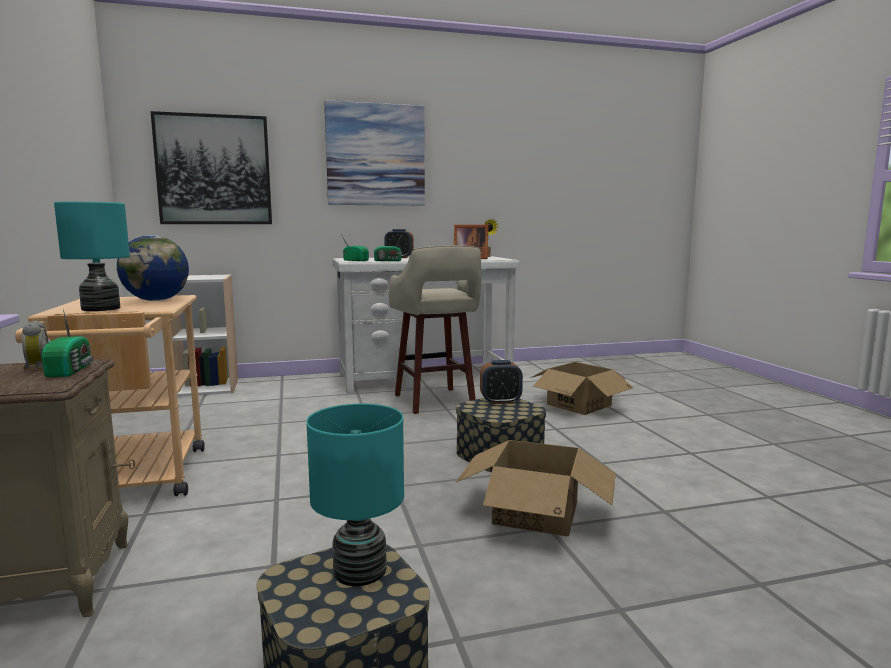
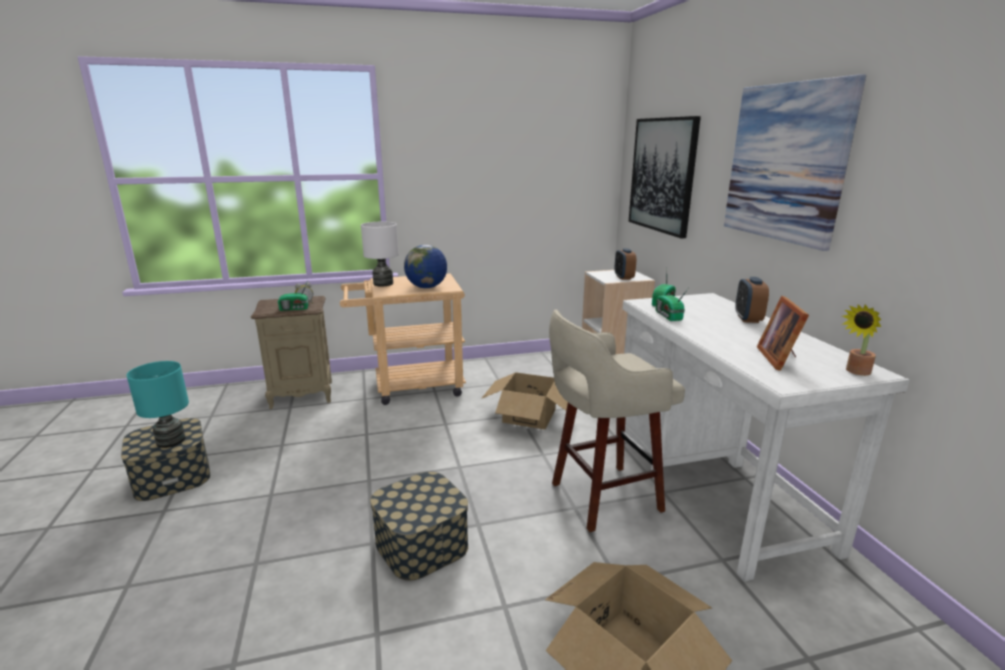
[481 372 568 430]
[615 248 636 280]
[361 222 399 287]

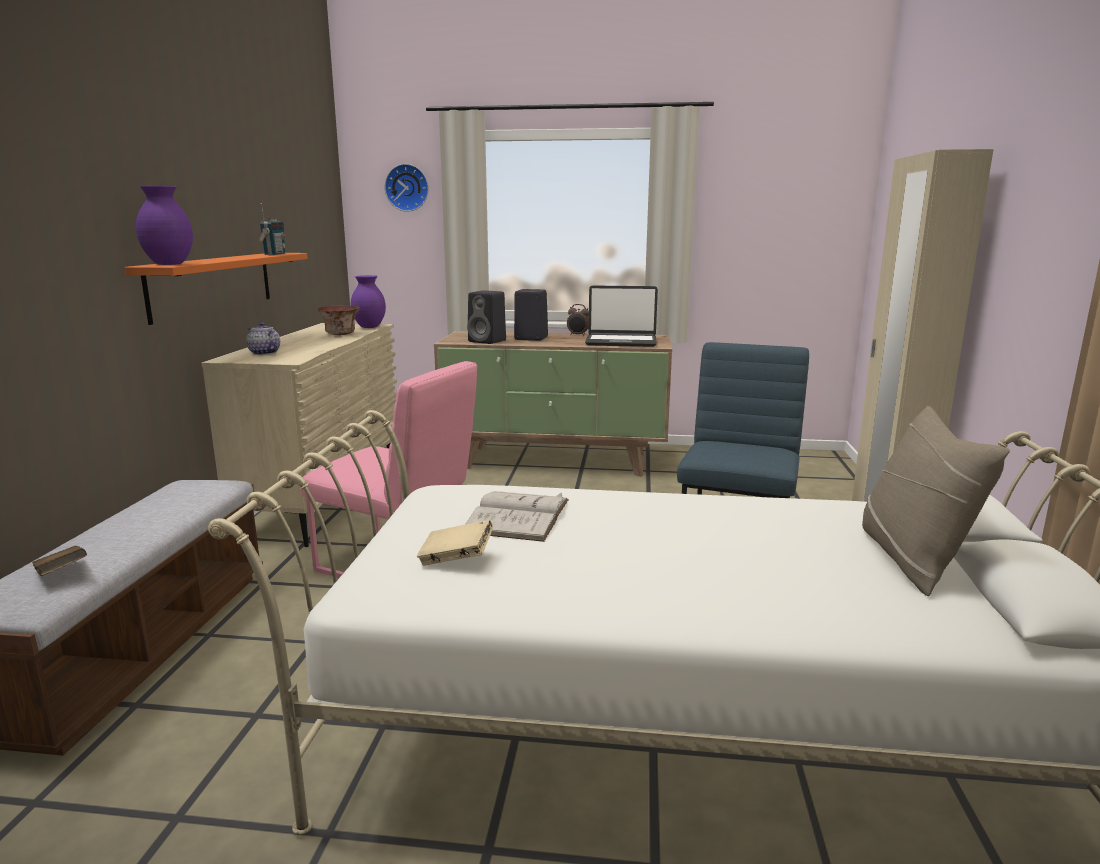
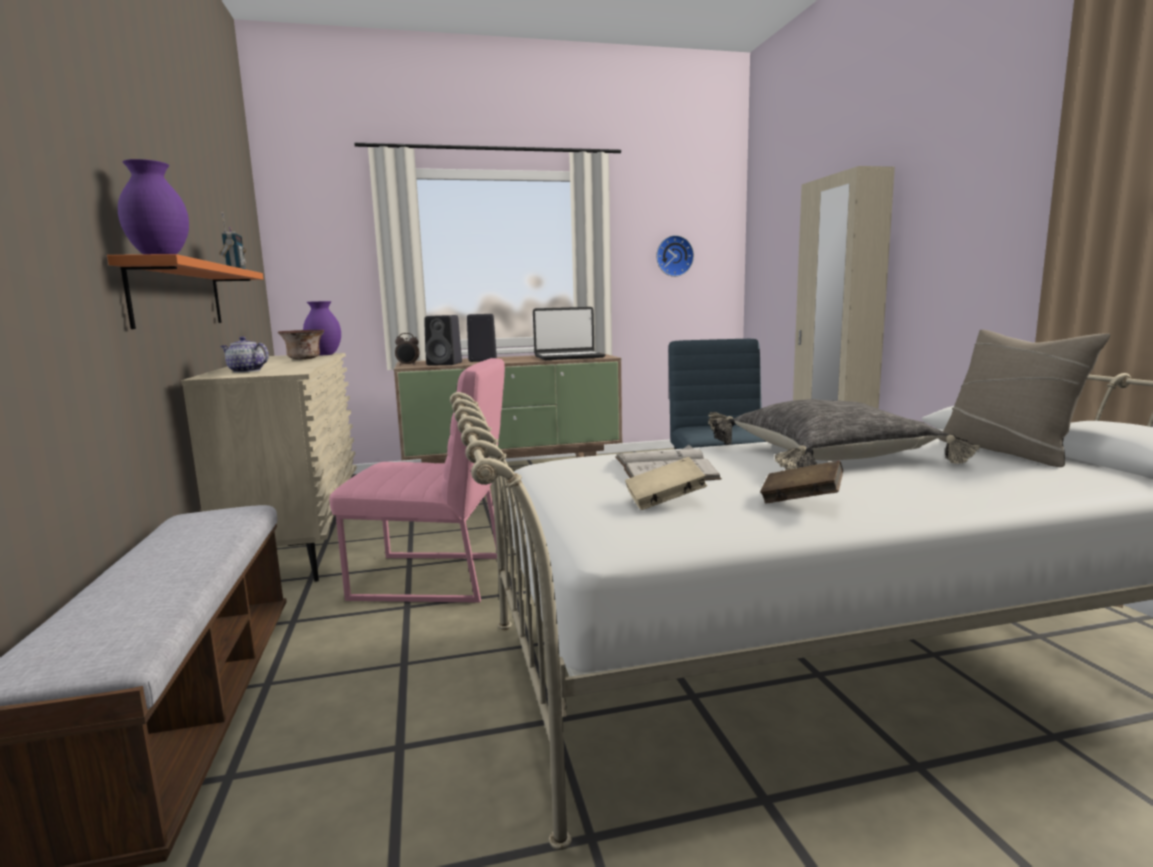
[708 399 980 470]
[760 460 843 504]
[656 235 694 277]
[395 333 420 366]

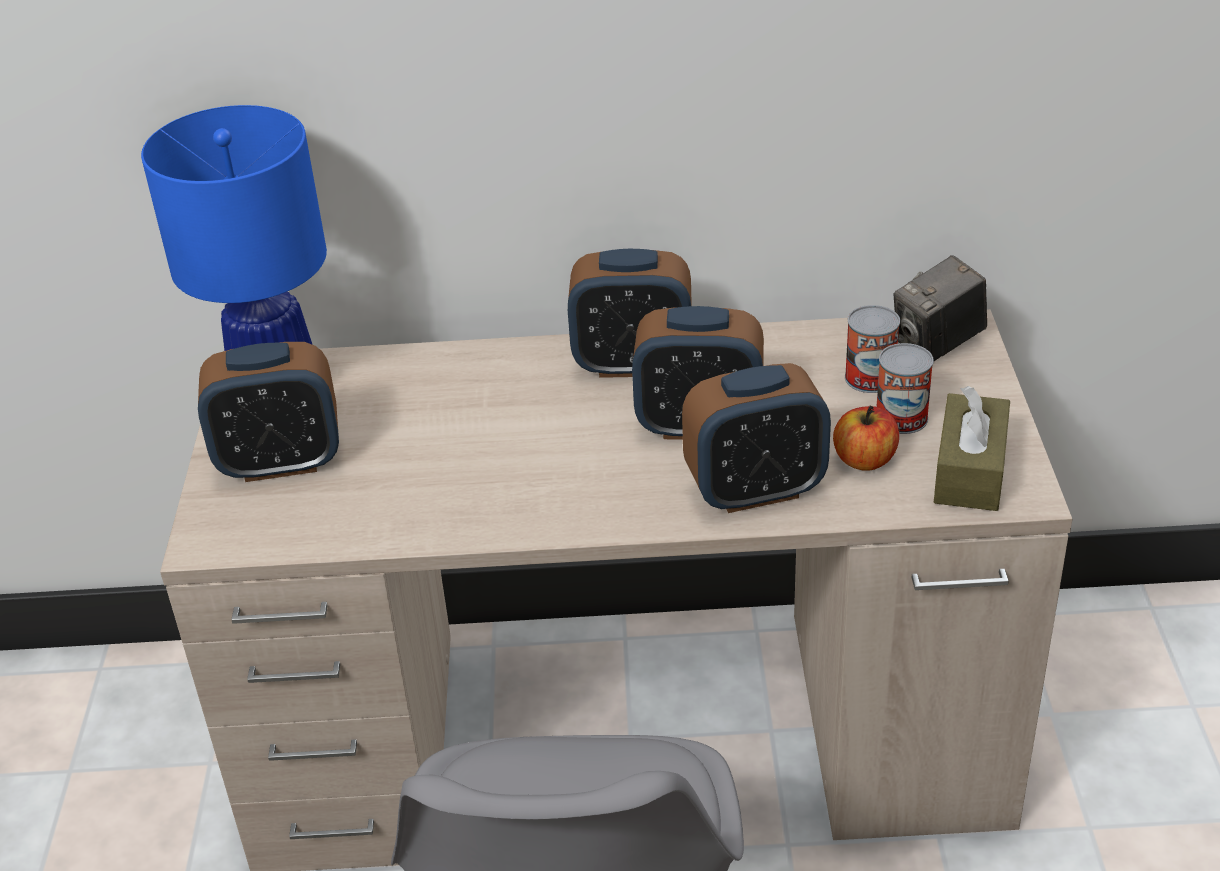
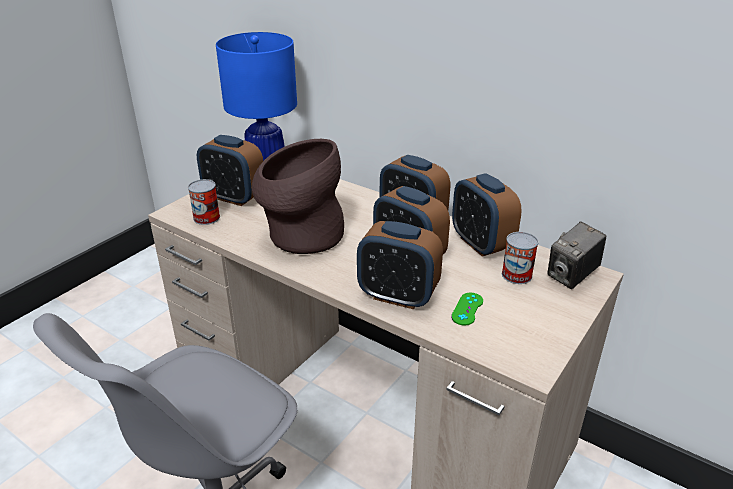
[934 386 1010 511] (first image)
[252 139 344 254]
[452 173 522 257]
[188 179 220 225]
[451 293 483 326]
[547 222 606 289]

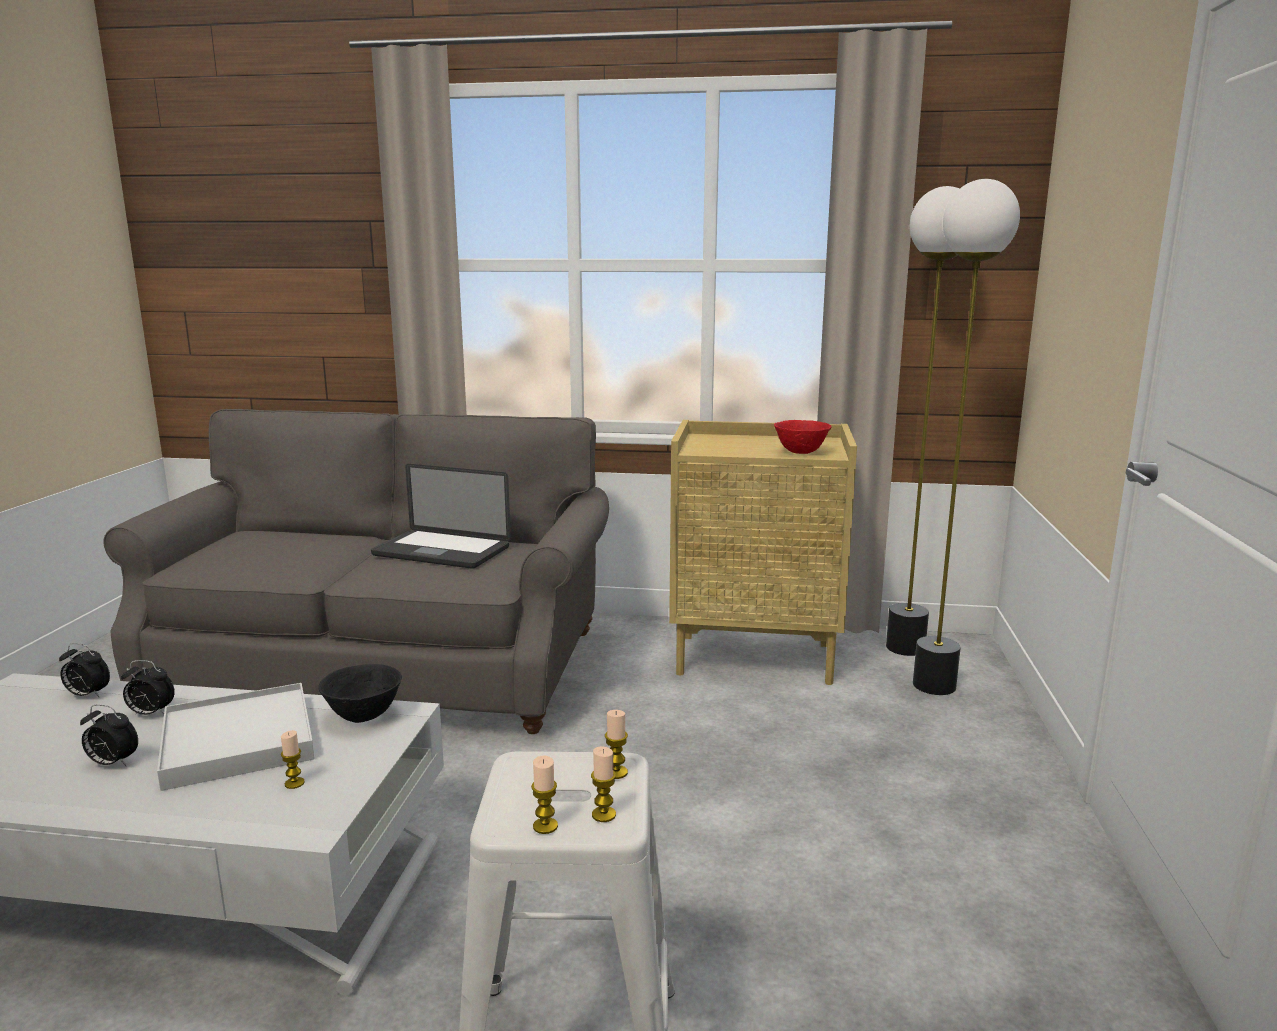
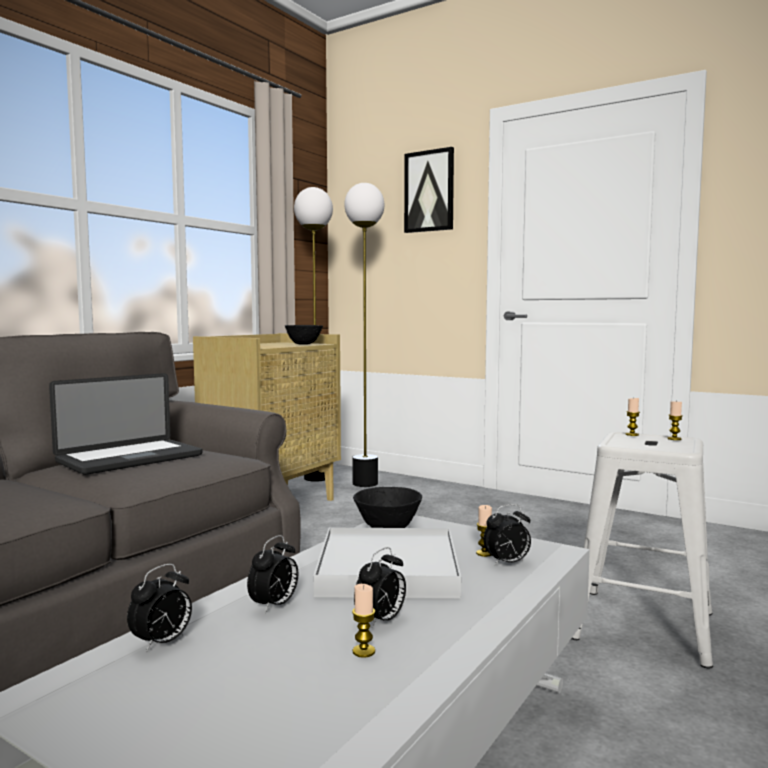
[404 147 454 233]
[483 504 531 565]
[352 584 375 658]
[285 325 323 345]

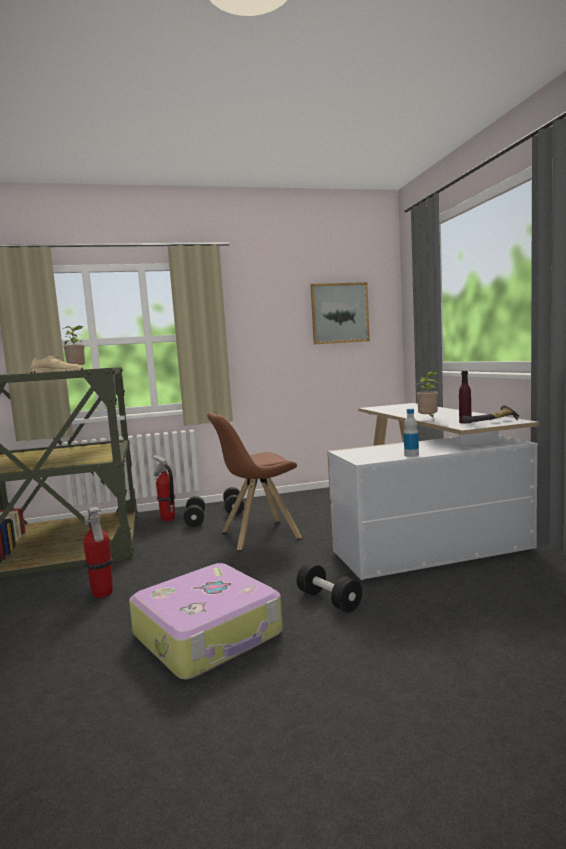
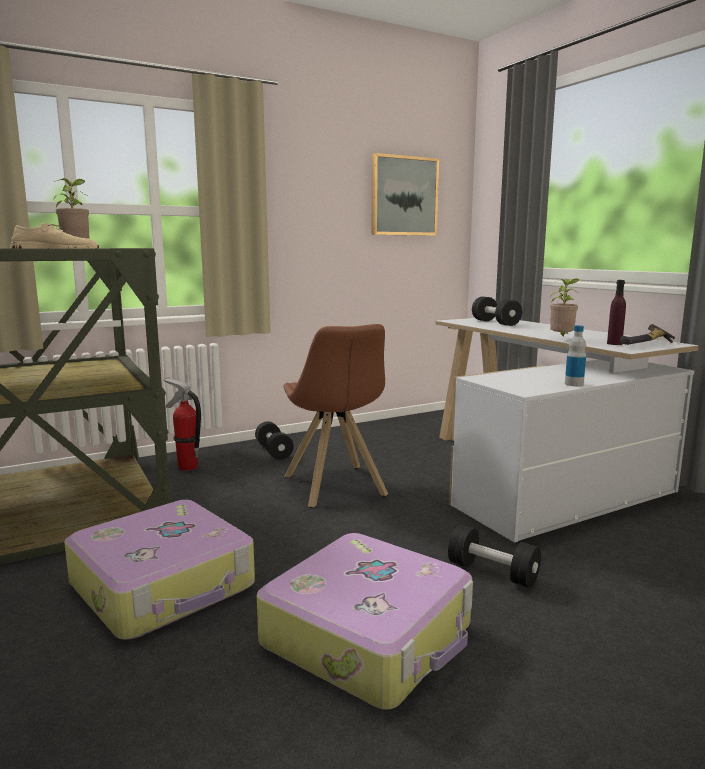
[472 297 522 326]
[64 500 255 640]
[283 324 388 508]

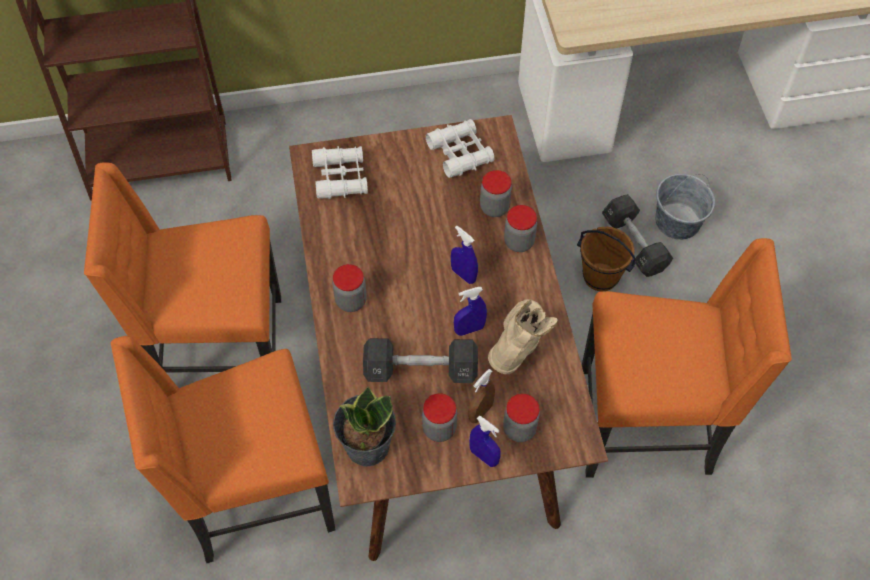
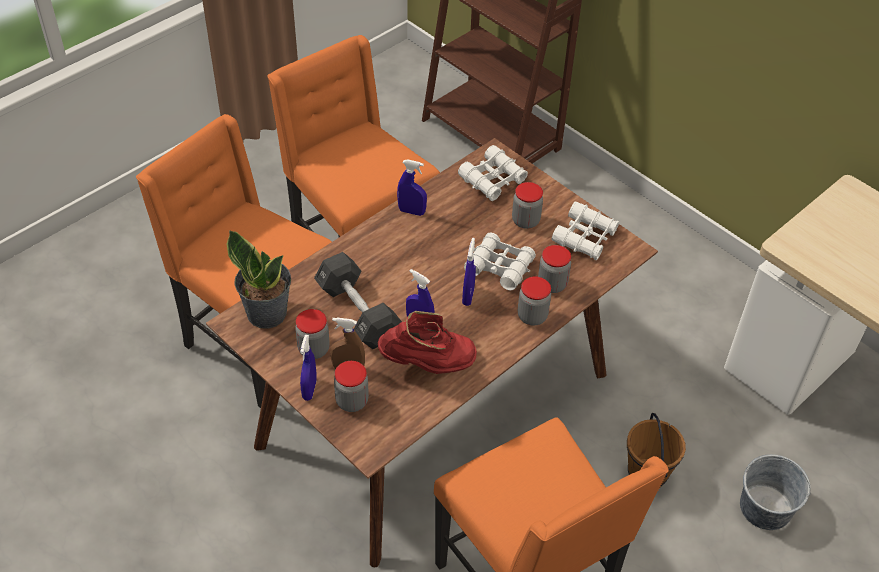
[602 194 673 277] (first image)
[397 159 427 216]
[464 232 536 290]
[512 182 543 229]
[378 311 477 374]

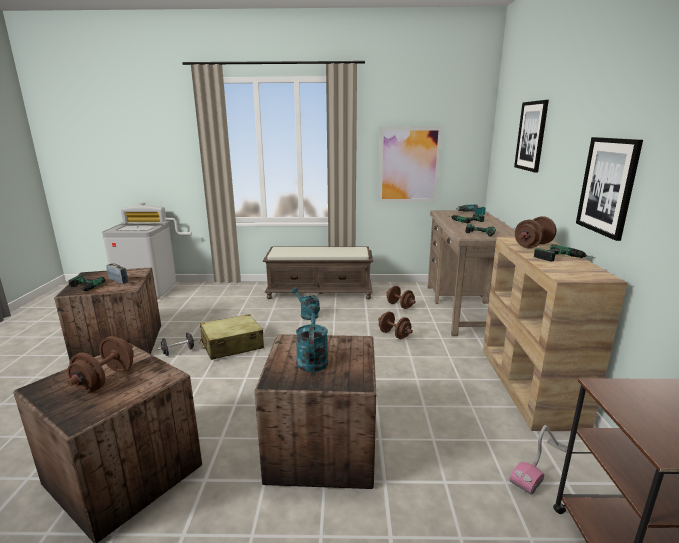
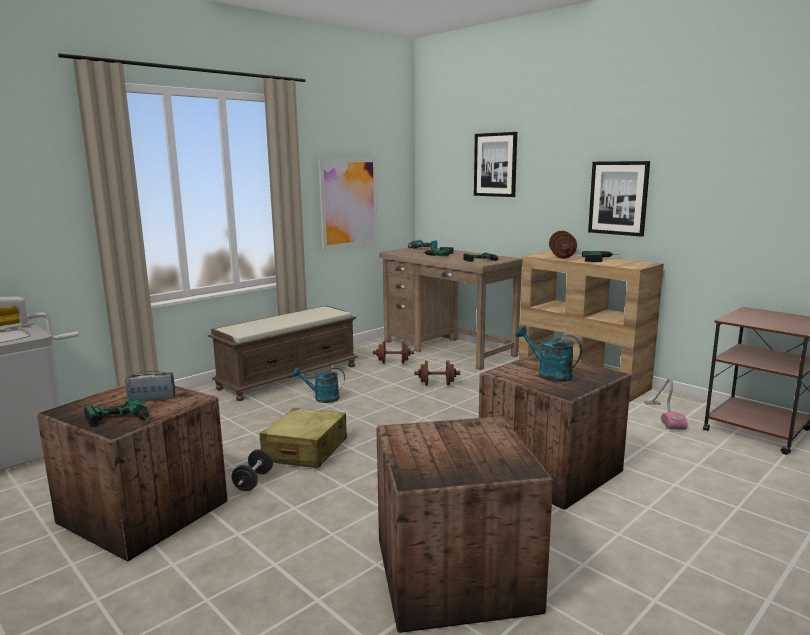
[67 336 134 391] (first image)

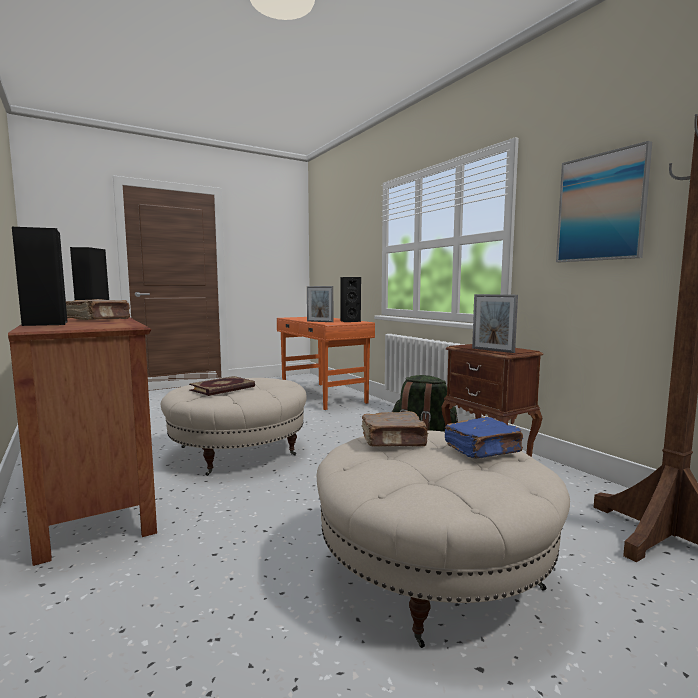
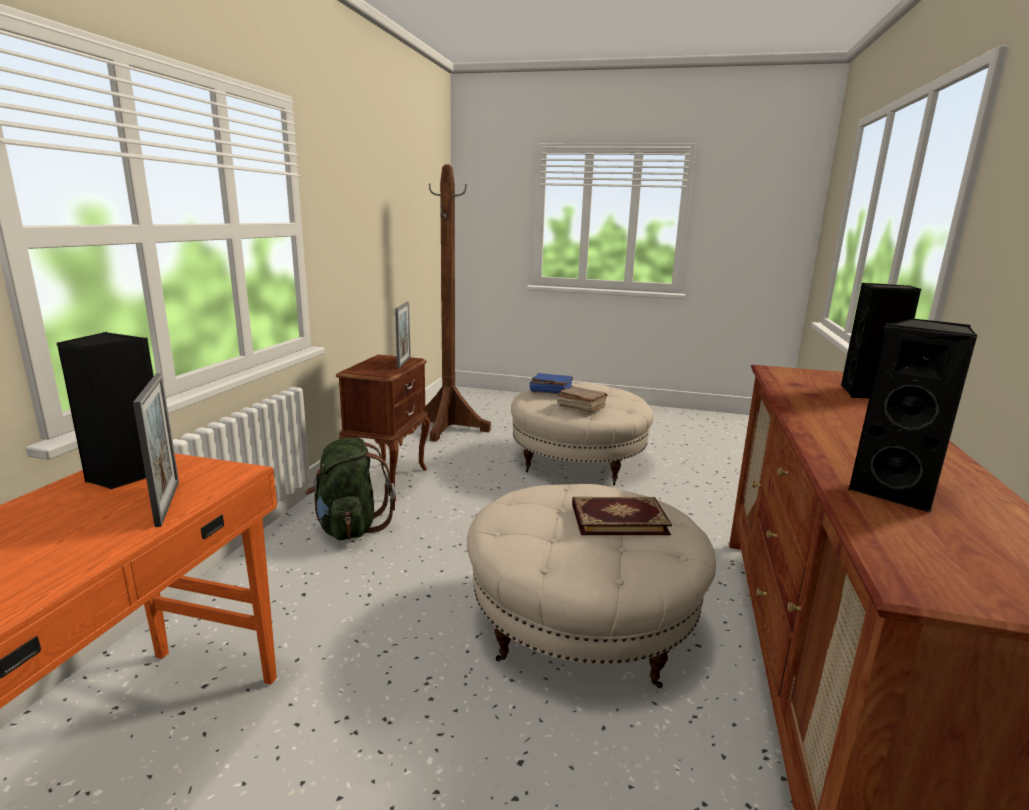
[66 299 130 320] (first image)
[556 141 652 262] (first image)

